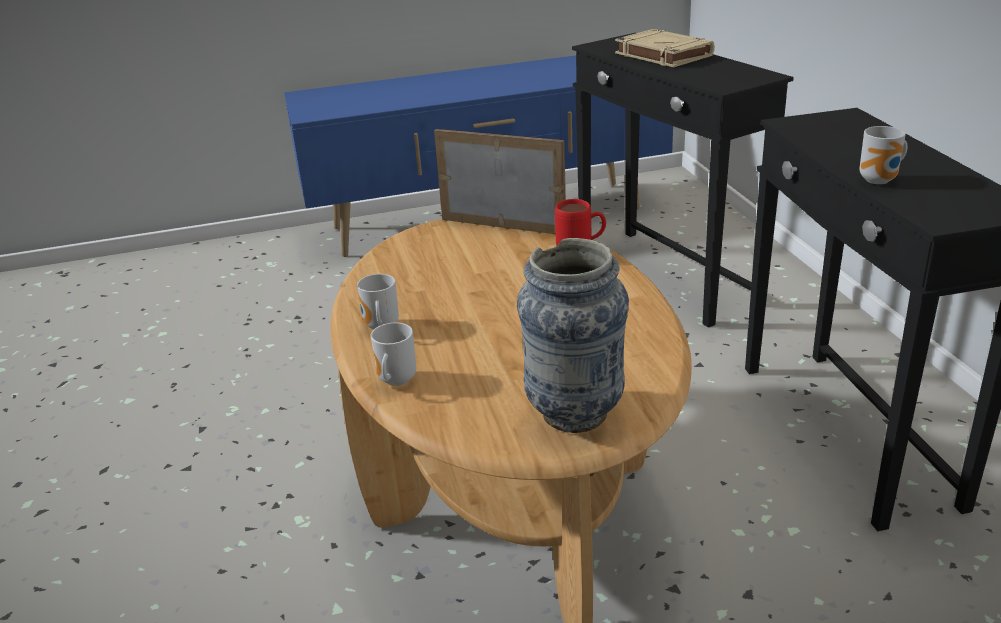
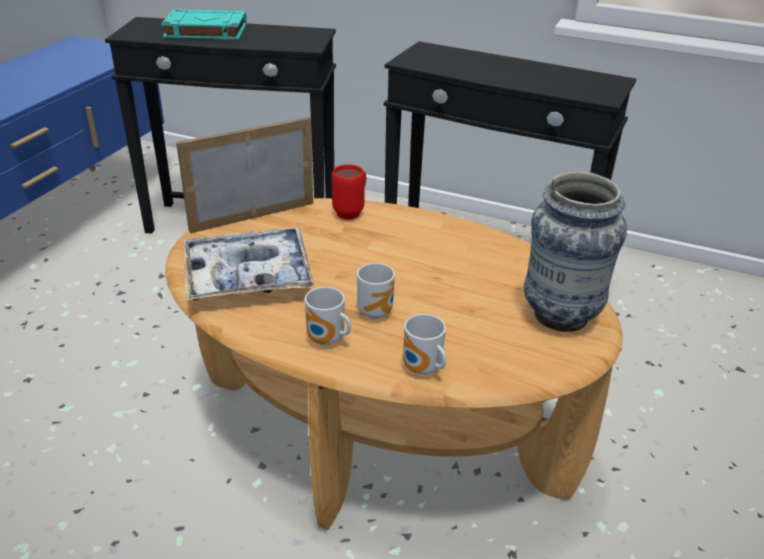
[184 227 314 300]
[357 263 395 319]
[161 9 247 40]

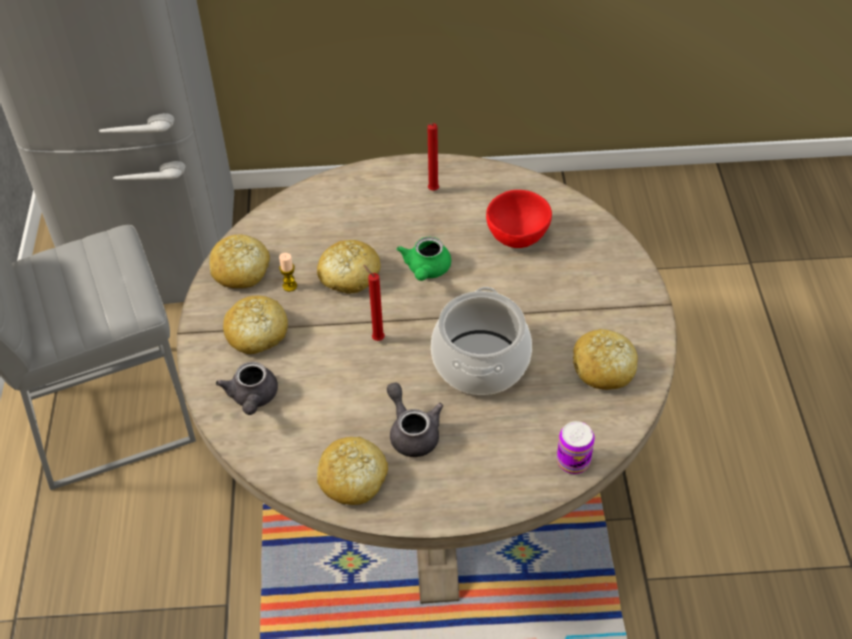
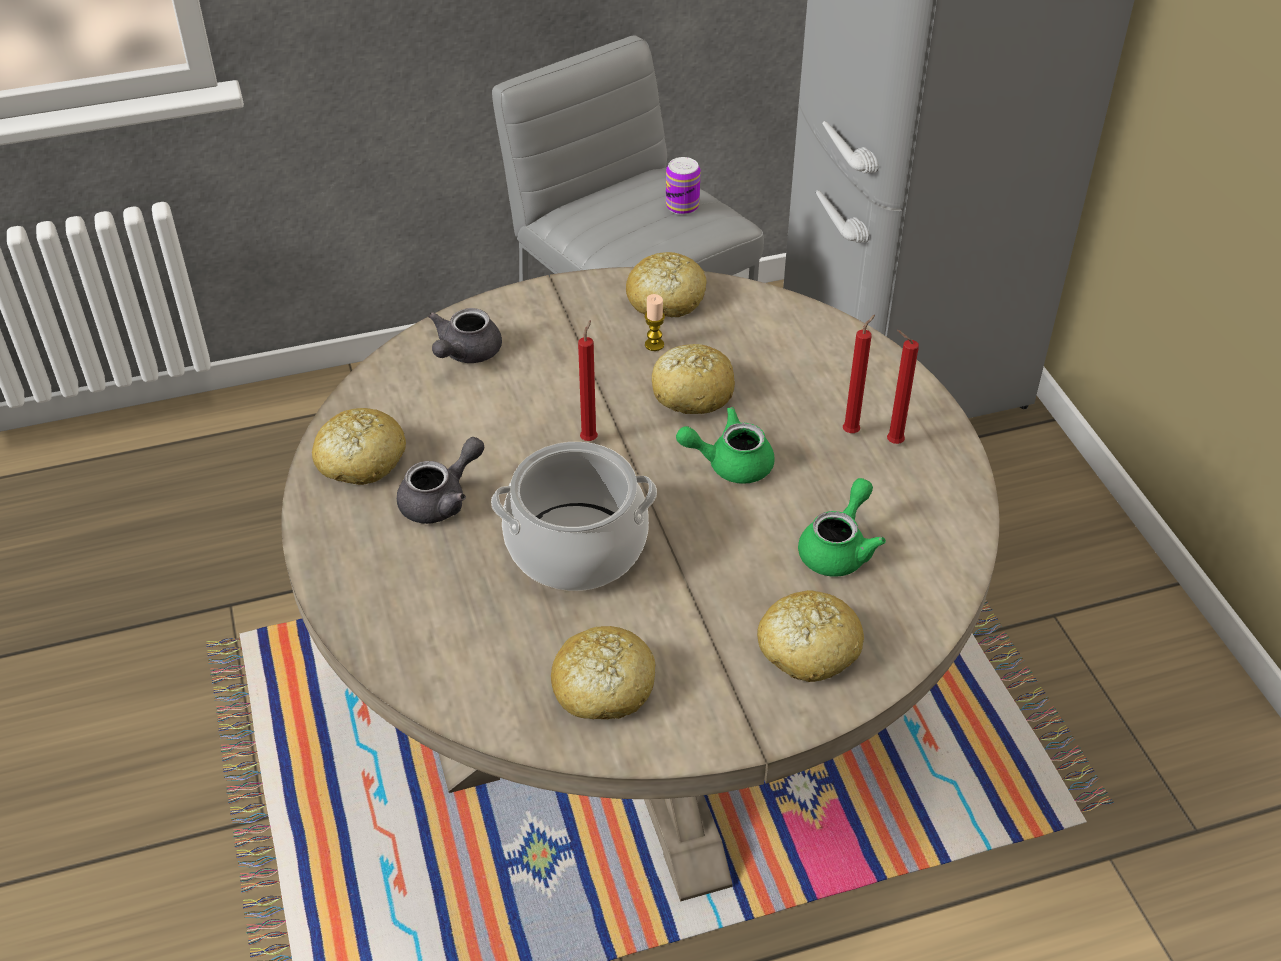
[843 315 875 433]
[757 590 864 682]
[666 157 701 215]
[798 478 886 577]
[428 308 502 363]

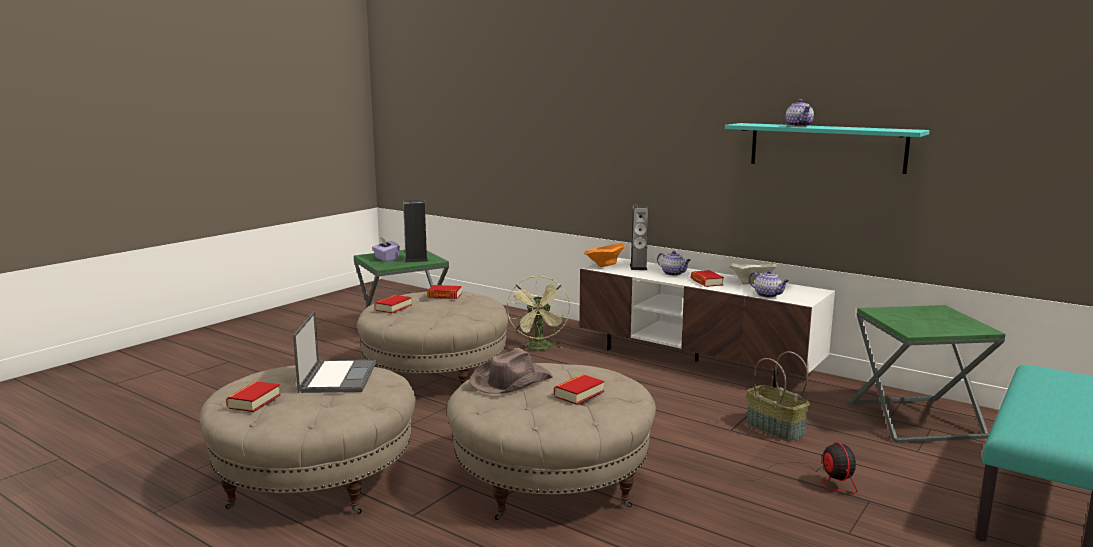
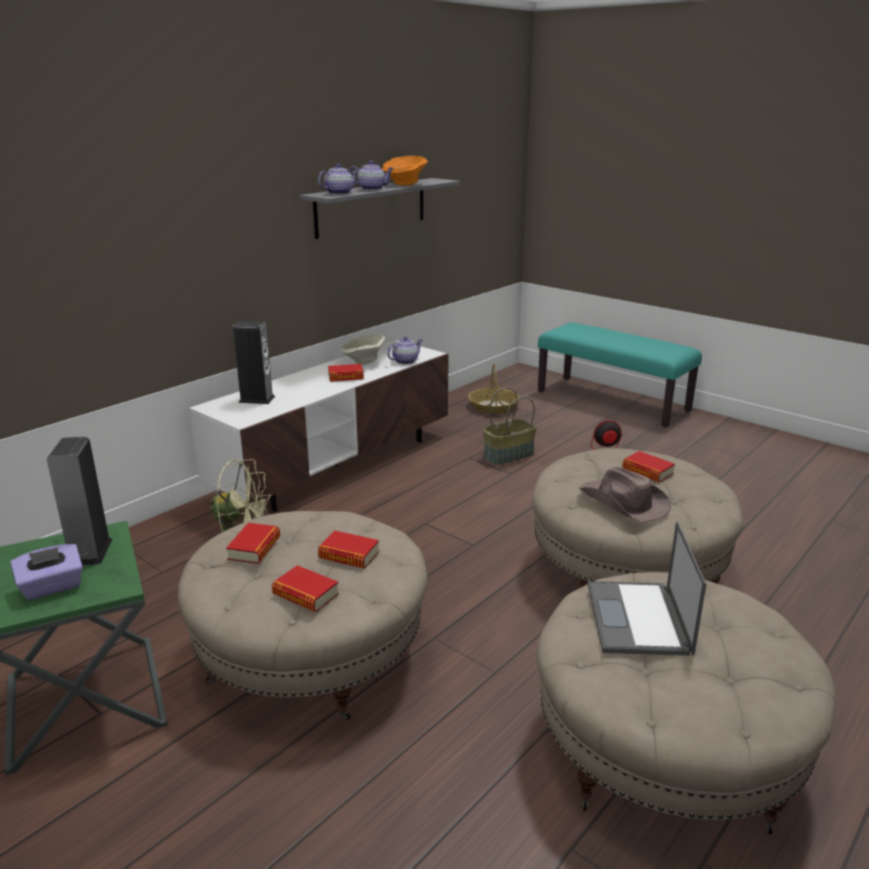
[318 531 379 569]
[382 156 428 186]
[318 164 358 195]
[468 364 519 414]
[300 178 460 239]
[588 522 707 656]

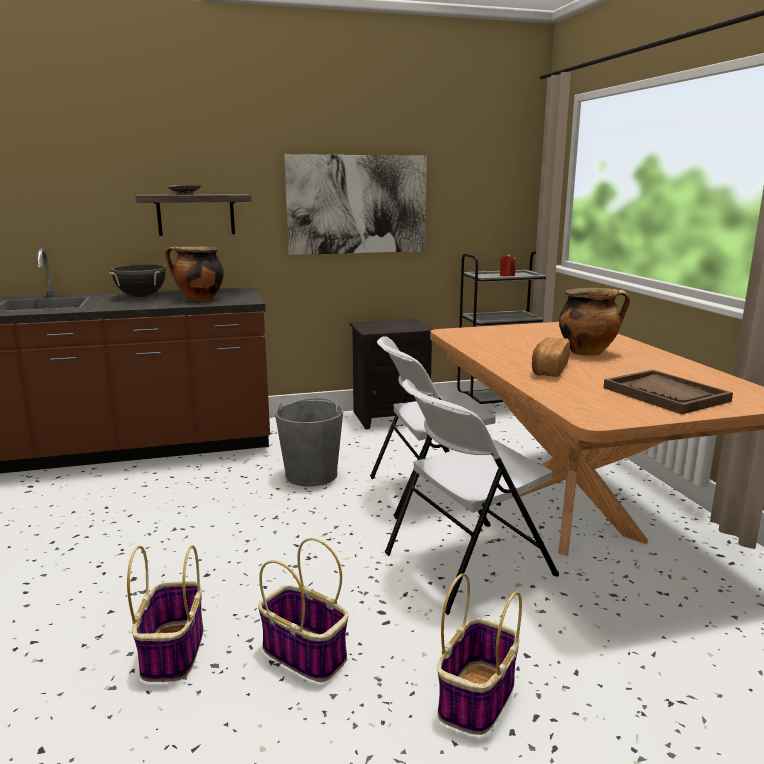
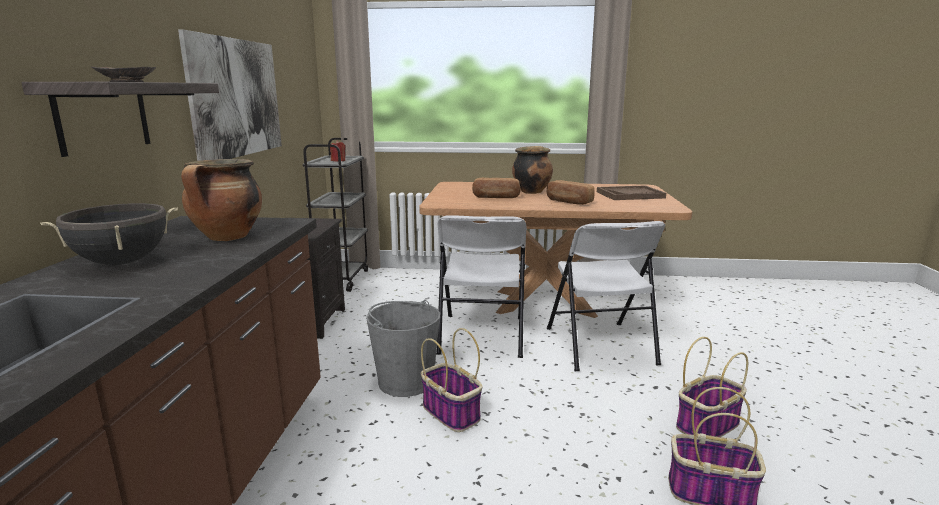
[472 178 520 198]
[421 328 483 432]

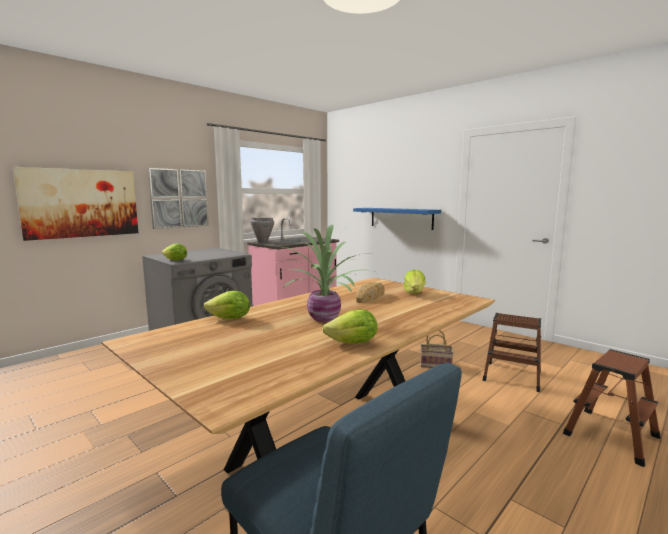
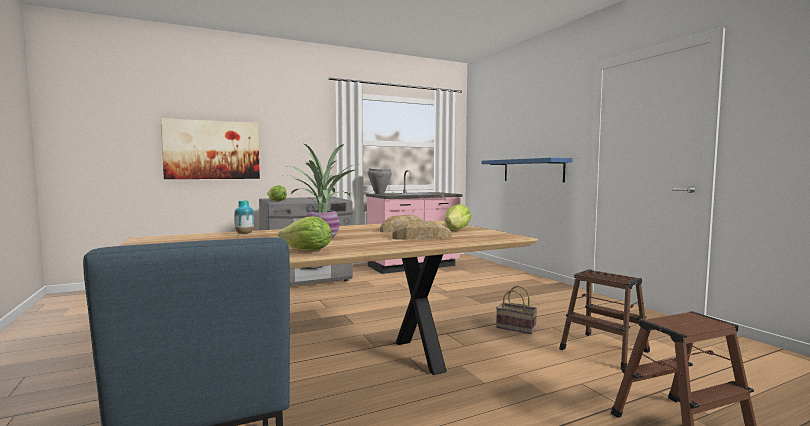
[148 168 209 229] (first image)
[392 221 452 240]
[234 201 254 234]

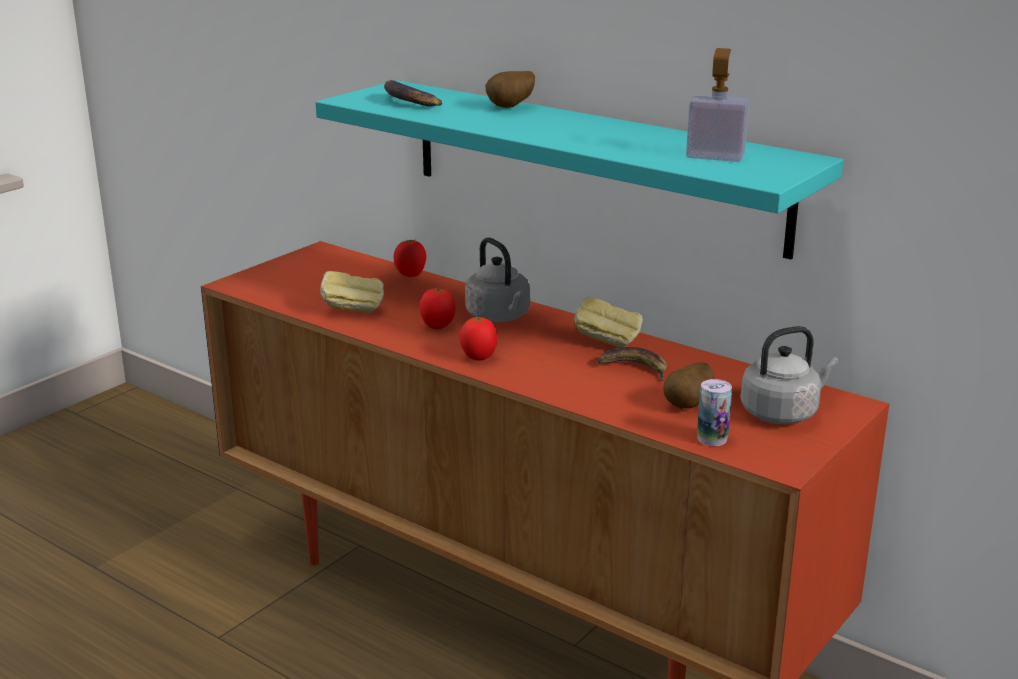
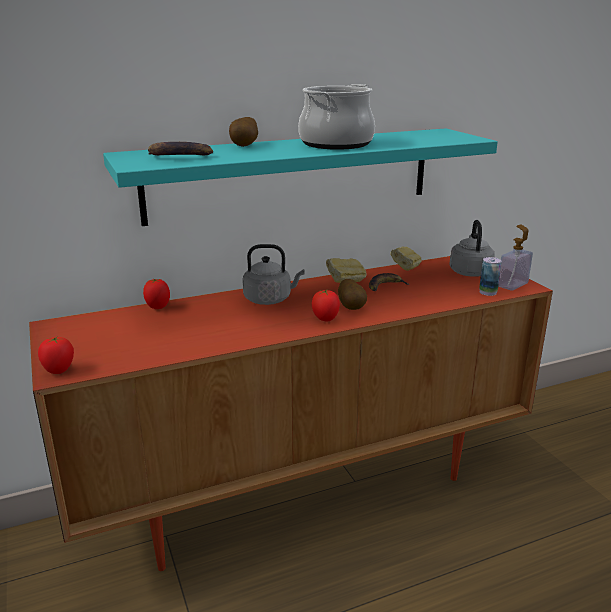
[298 84 375 150]
[390 246 422 271]
[38 336 74 374]
[338 279 367 310]
[498 224 533 291]

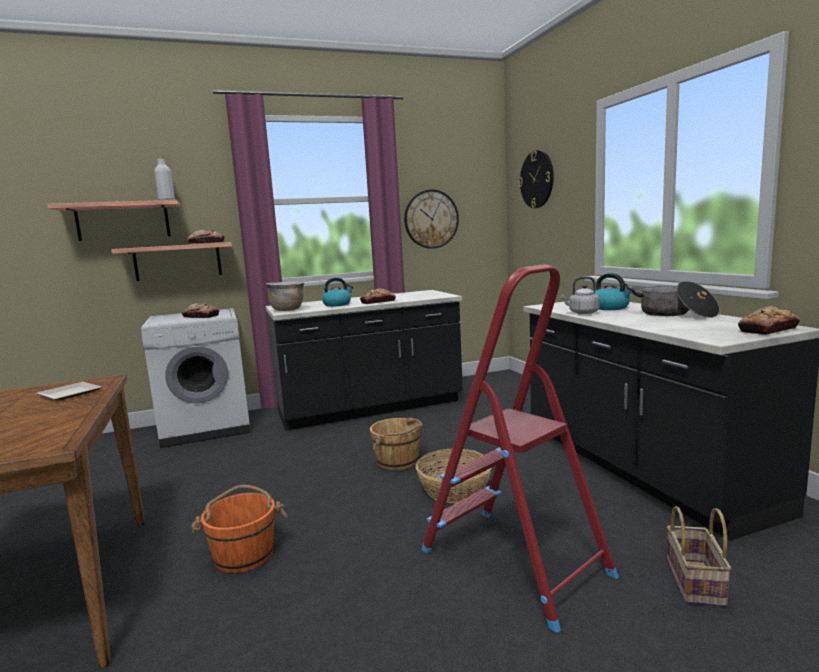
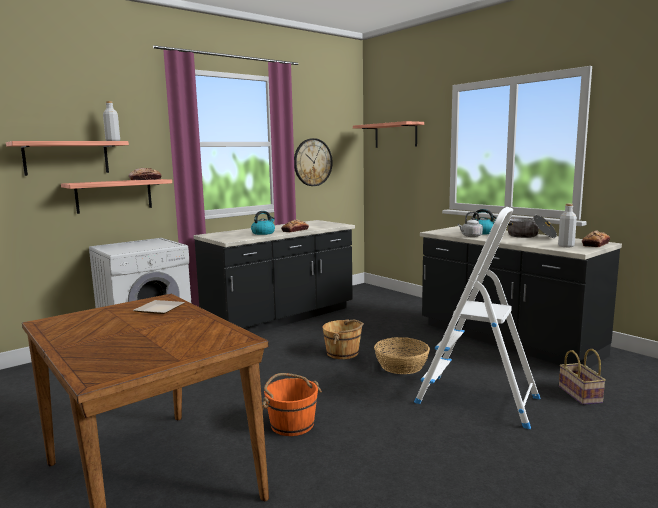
[182 303 219 318] (first image)
[266 281 304 311] (first image)
[558 204 577 247]
[353 121 424 148]
[414 207 540 429]

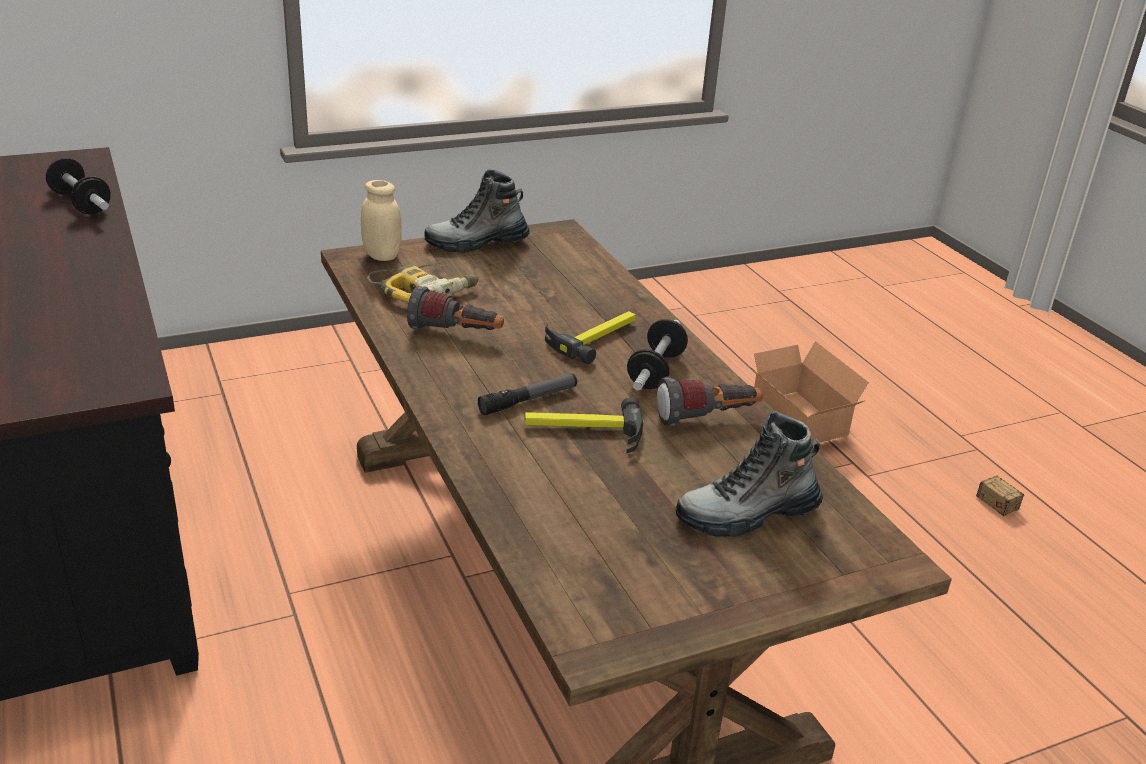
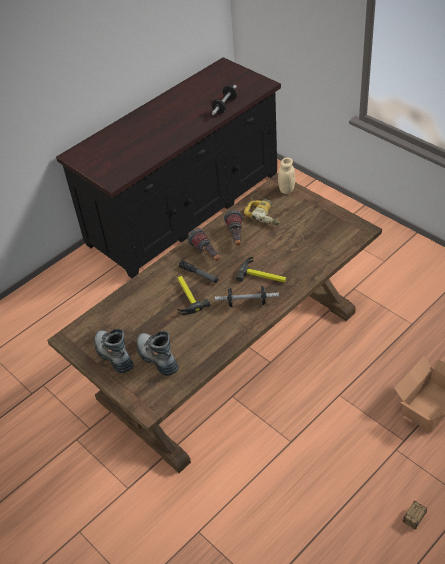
[95 329 134 373]
[187 228 220 261]

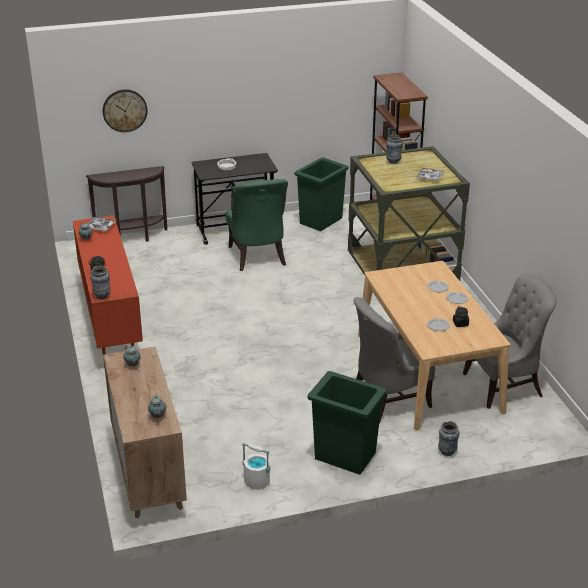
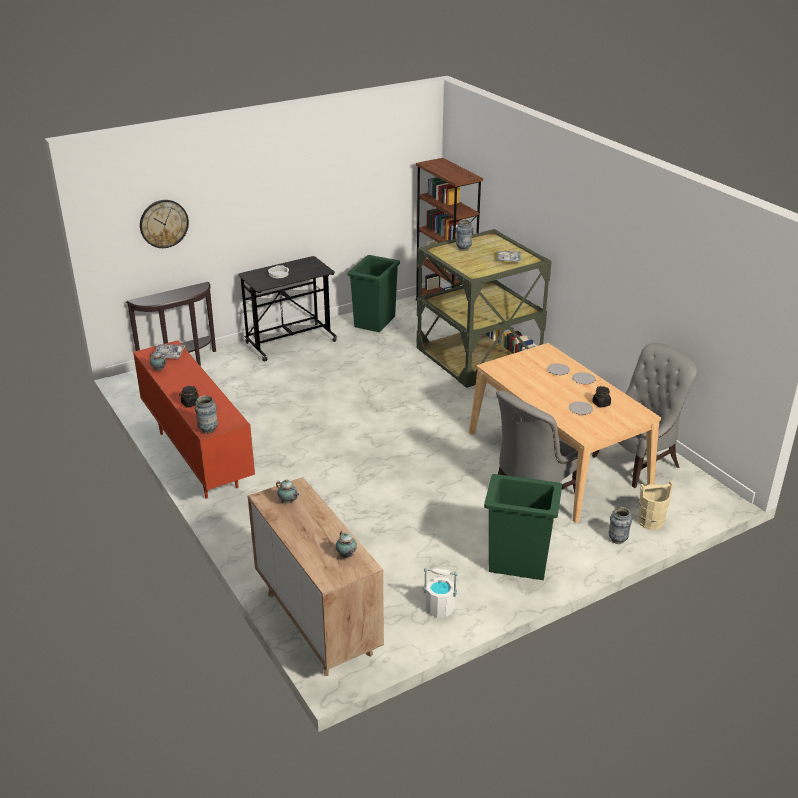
[225 179 288 271] (first image)
[638 481 674 530]

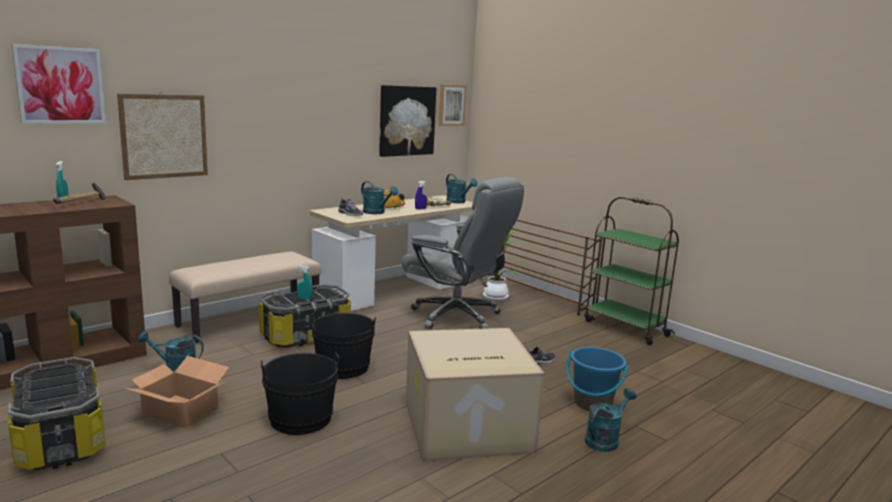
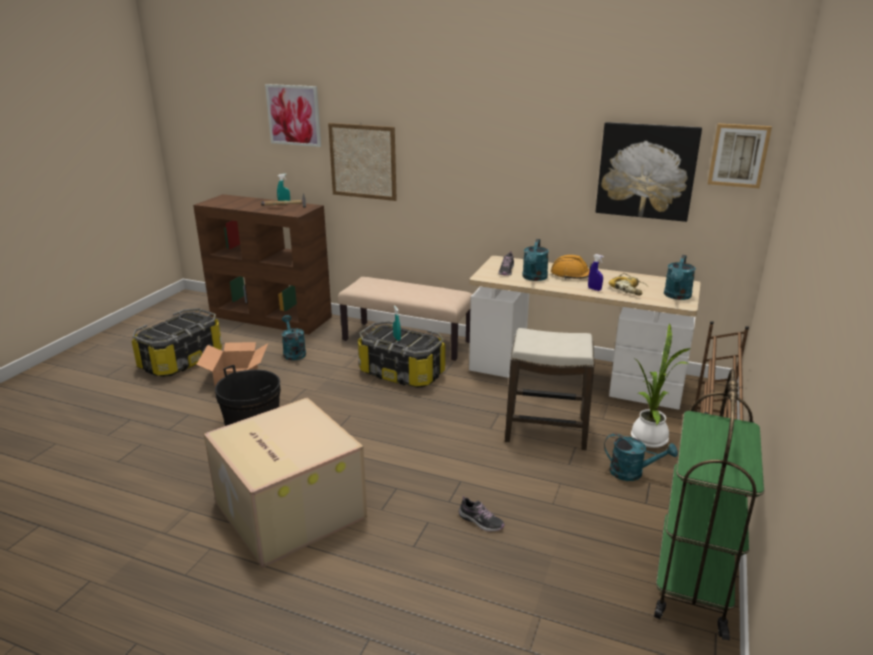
[311 311 376 379] (first image)
[566 347 629 411] (first image)
[604 433 678 481]
[505 328 595 450]

